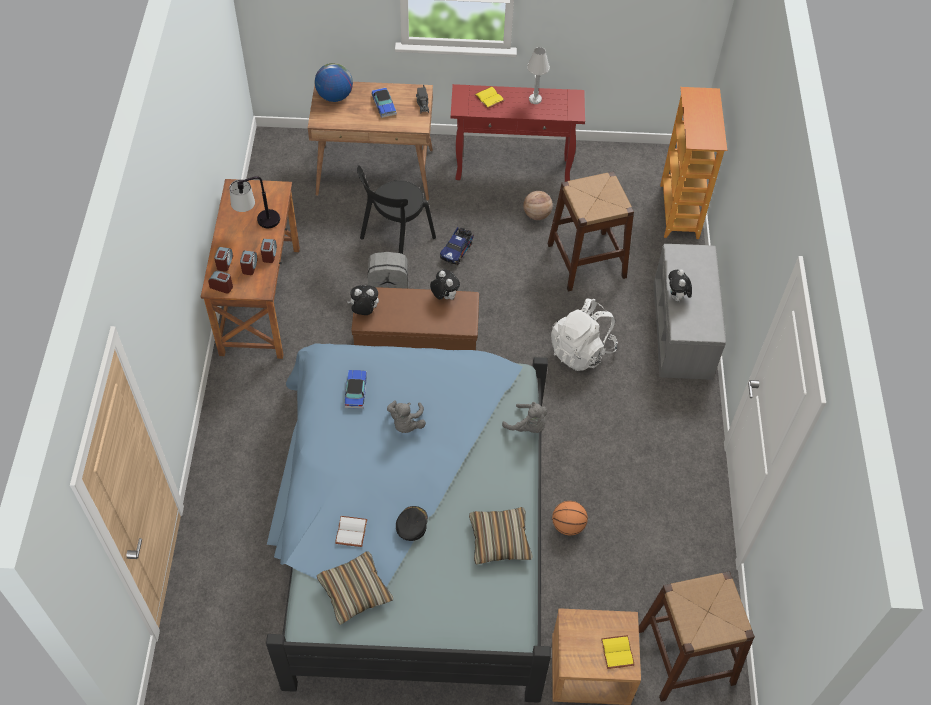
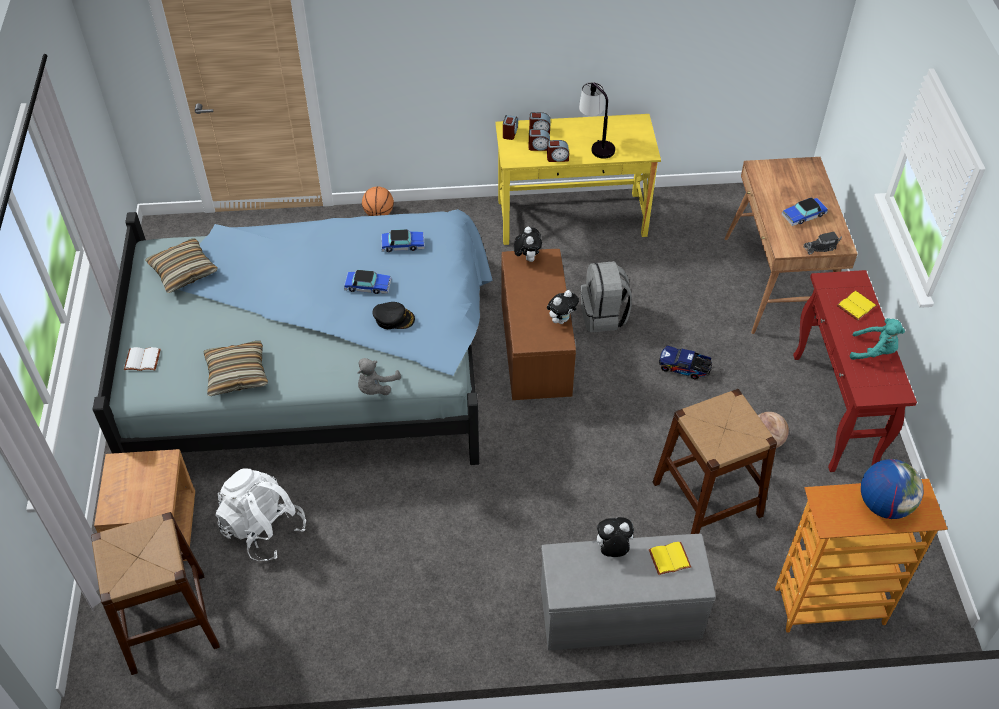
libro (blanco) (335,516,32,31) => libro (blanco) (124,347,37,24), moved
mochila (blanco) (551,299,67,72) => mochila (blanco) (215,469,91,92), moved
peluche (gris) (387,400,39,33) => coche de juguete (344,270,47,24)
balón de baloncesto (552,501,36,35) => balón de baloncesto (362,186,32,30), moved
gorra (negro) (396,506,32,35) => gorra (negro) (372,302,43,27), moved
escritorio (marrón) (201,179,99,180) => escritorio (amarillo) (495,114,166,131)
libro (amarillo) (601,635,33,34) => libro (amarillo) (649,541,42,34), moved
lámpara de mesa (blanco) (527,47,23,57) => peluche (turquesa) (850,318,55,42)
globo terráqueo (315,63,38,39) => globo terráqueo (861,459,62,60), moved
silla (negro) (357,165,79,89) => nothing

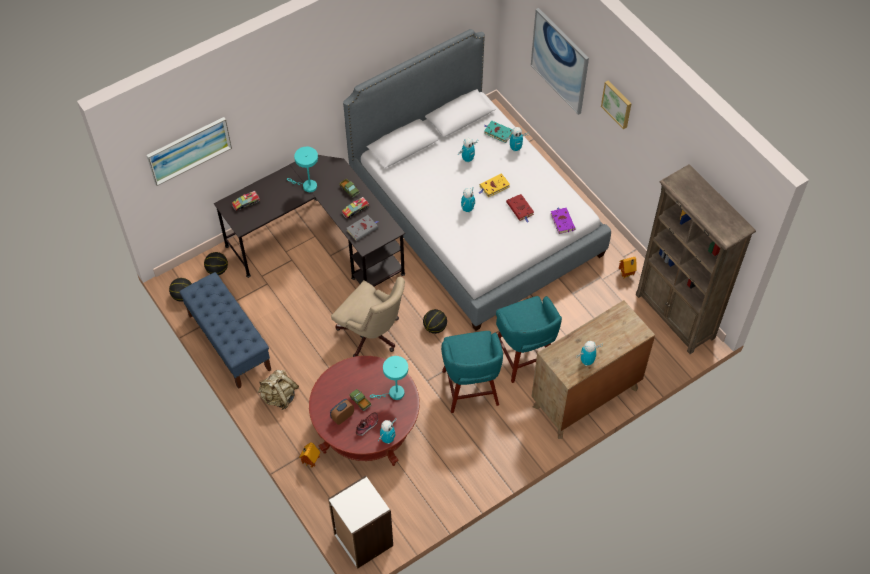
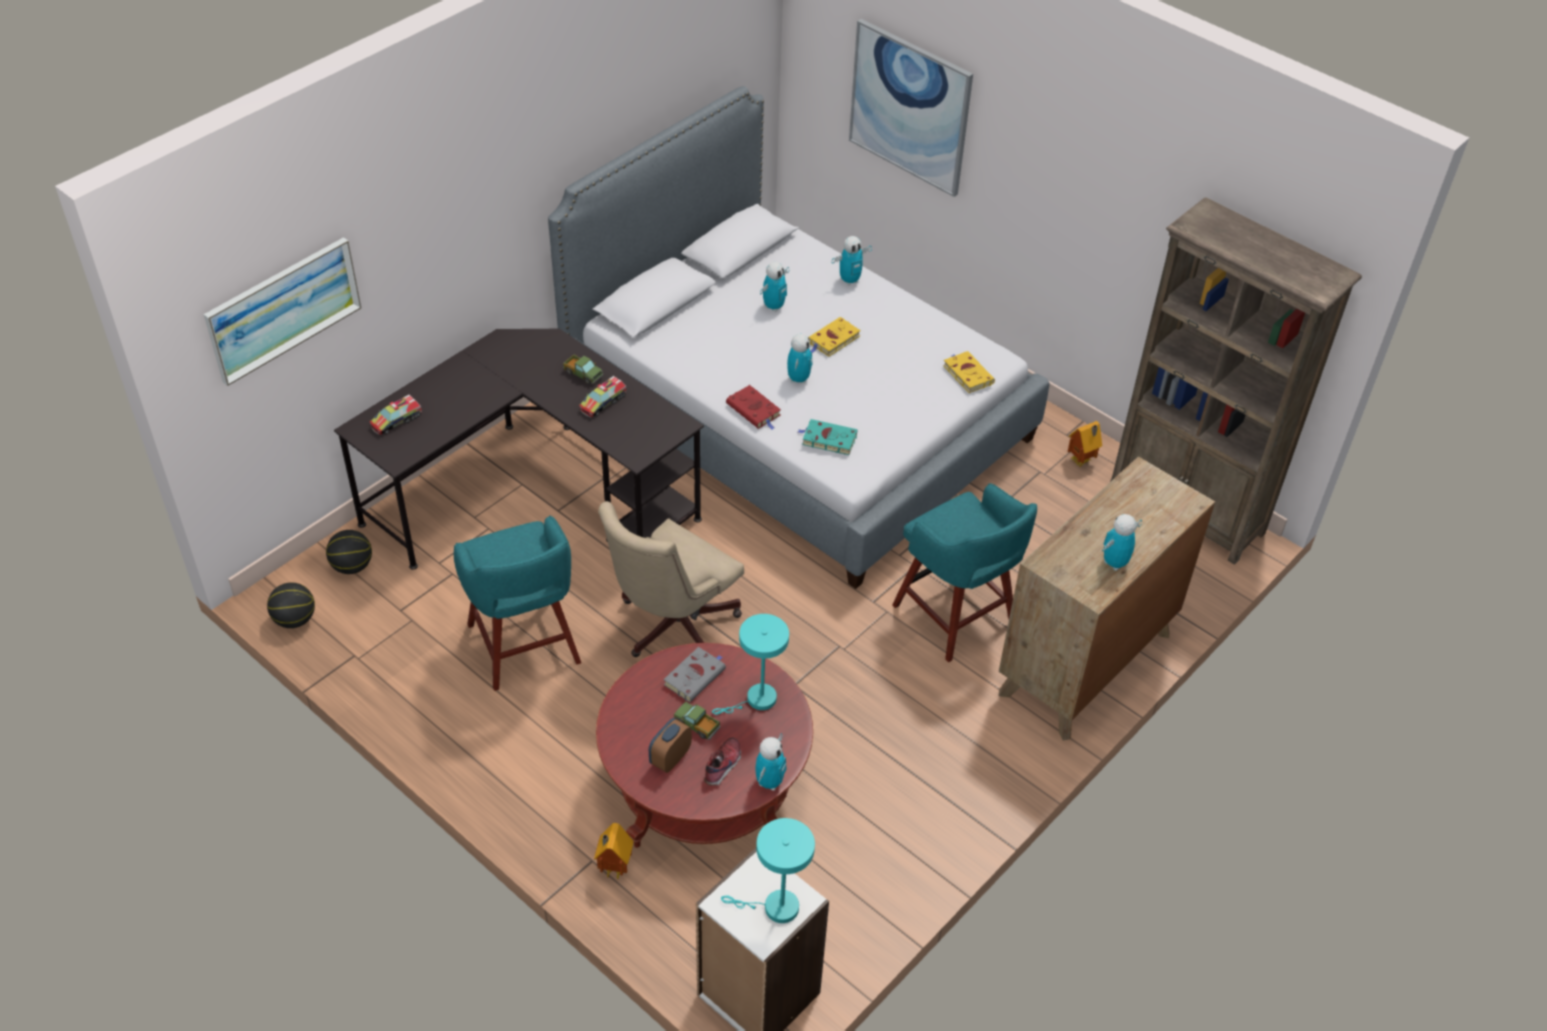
taburete (turquesa) (441,331,62,82) => taburete (turquesa) (454,516,127,175), moved
silla de oficina (beis) (331,277,74,80) => silla de oficina (beis) (598,501,146,156), 105 degrees clockwise
libro (gris) (347,215,31,26) => libro (gris) (664,647,62,55), moved
lámpara de mesa (turquesa) (287,147,31,45) => lámpara de mesa (turquesa) (721,818,94,105), moved
libro (rojo) (506,194,28,29) => libro (rojo) (726,385,55,45), moved
libro (turquesa) (484,121,29,22) => libro (turquesa) (798,419,59,36), moved
libro (morado) (551,208,24,26) => libro (amarillo) (943,351,52,42)
banco (azul) (179,272,92,117) => nothing
mochila (beis) (258,370,41,40) => nothing
balón de baloncesto (423,309,24,25) => nothing
cuadro (601,80,31,49) => nothing

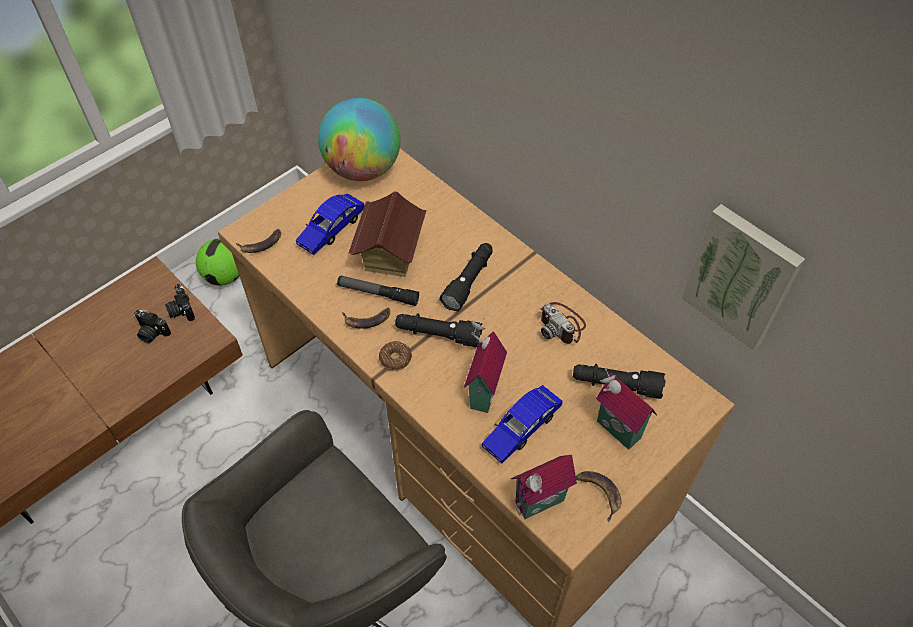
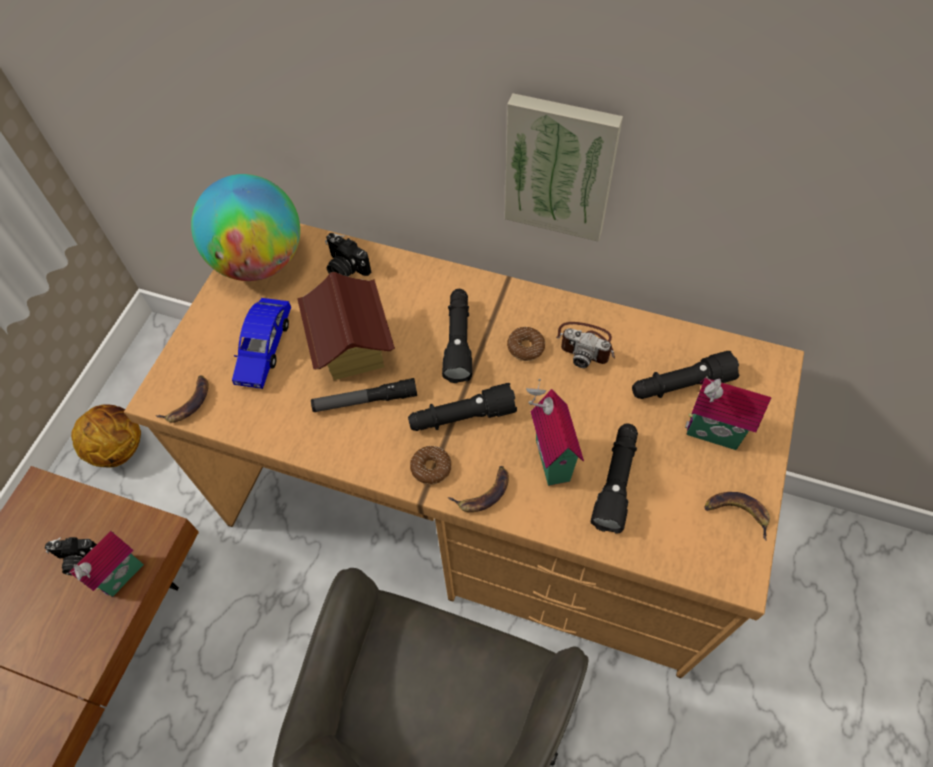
casita (511,455,66,64) => casita (67,531,77,66), moved
balón de fútbol (196,239,43,47) => balón de baloncesto (71,404,70,64)
cámara (165,284,30,37) => cámara (325,233,46,44), moved
plátano (342,308,48,21) => plátano (448,466,61,46), moved
cuadro (682,204,123,146) => cuadro (505,93,118,149), moved
nothing => rosquilla (507,327,38,34)
coche de juguete (azul) (482,385,81,79) => linterna (negro) (591,423,47,111)

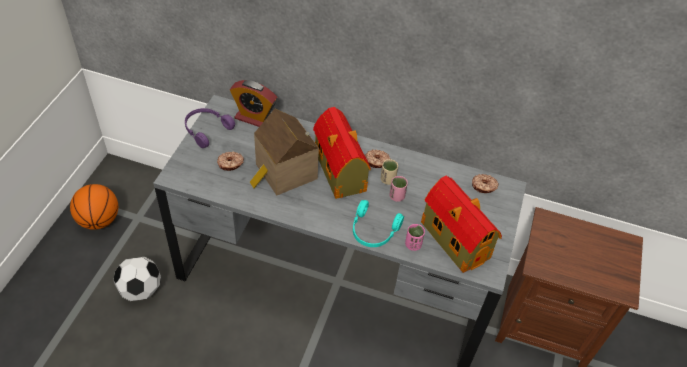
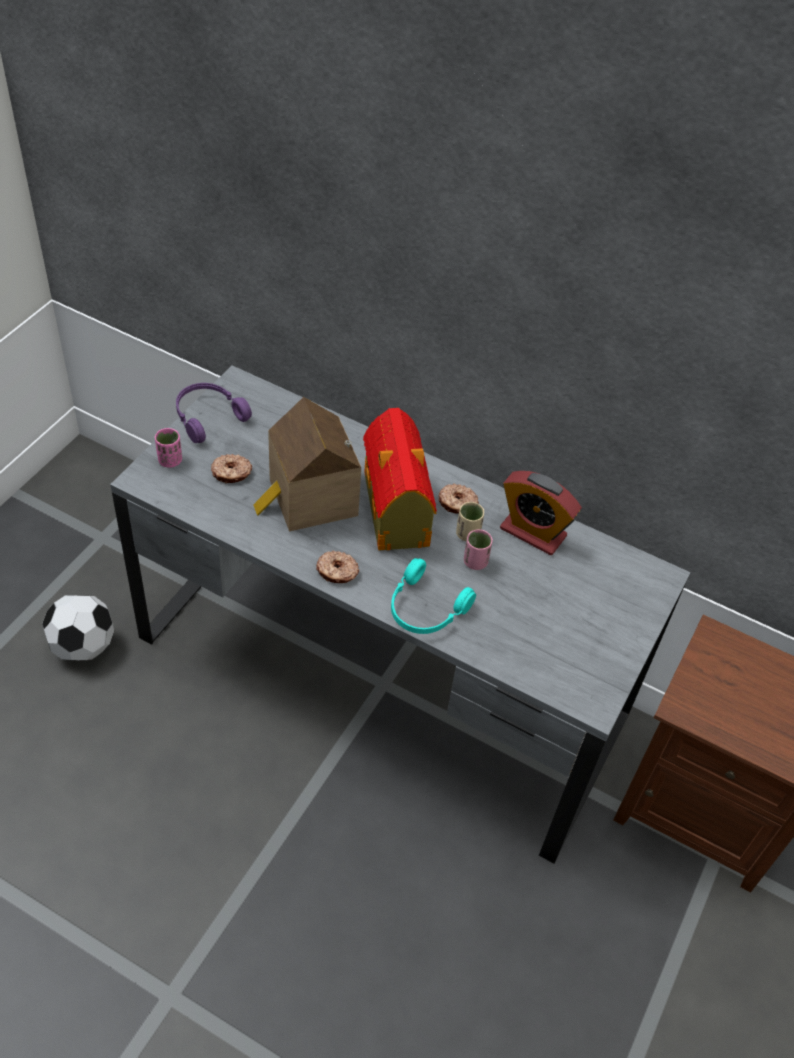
taza (rosa) (405,224,20,27) => taza (rosa) (155,428,27,40), moved
rosquilla (472,174,27,19) => rosquilla (316,550,43,33), moved
despertador (230,80,47,47) => despertador (500,471,82,84), moved
balón de baloncesto (70,184,48,46) => nothing
casita (421,175,81,98) => nothing

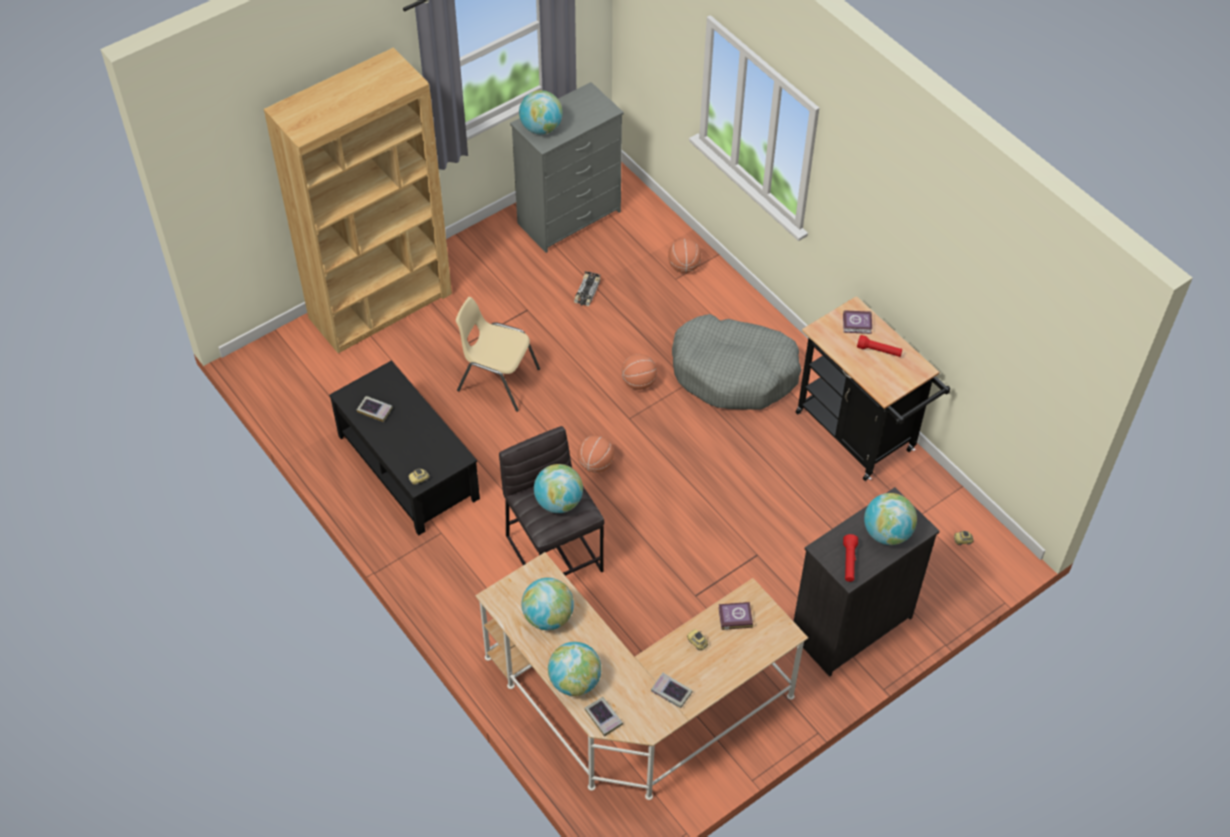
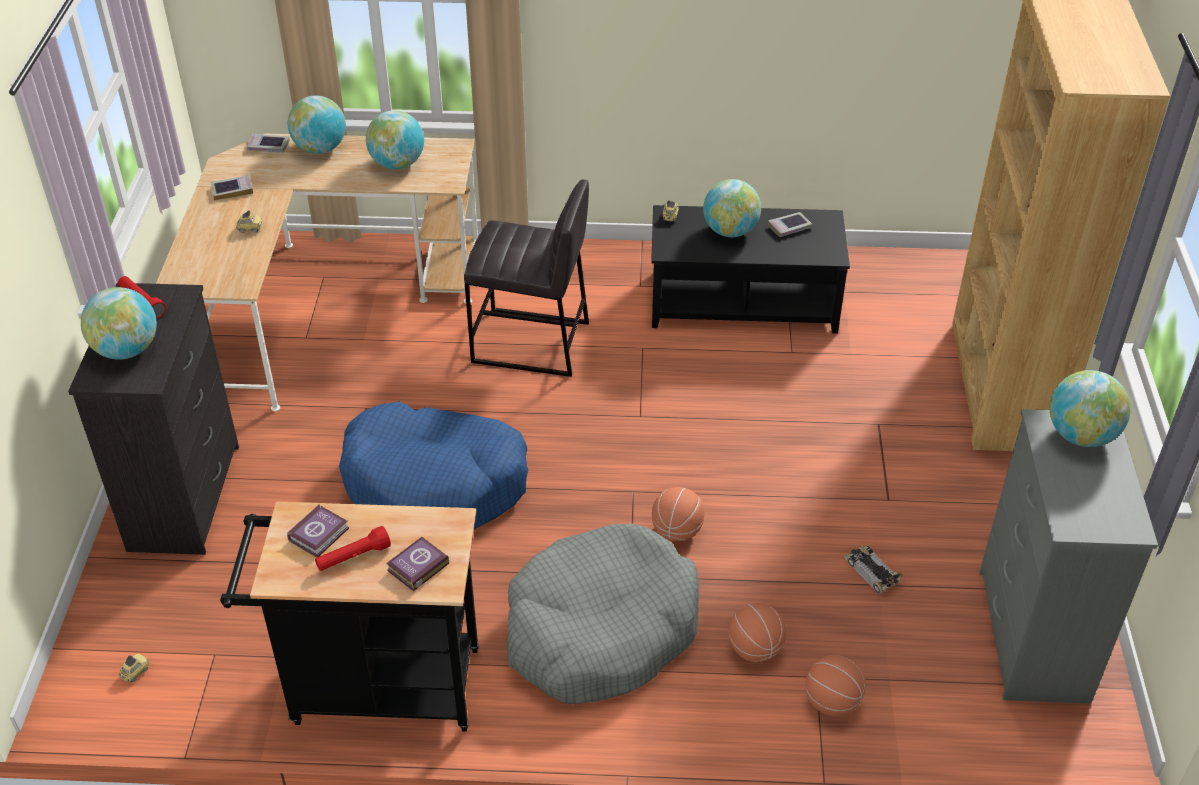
libro (718,602,35,28) => libro (287,504,62,54), moved
nothing => cama para perro (azul) (339,402,189,127)
globo terráqueo (534,464,49,49) => globo terráqueo (703,179,58,58), moved
balón de baloncesto (578,435,36,38) => balón de baloncesto (728,603,58,59), moved
silla (beis) (456,297,84,115) => nothing

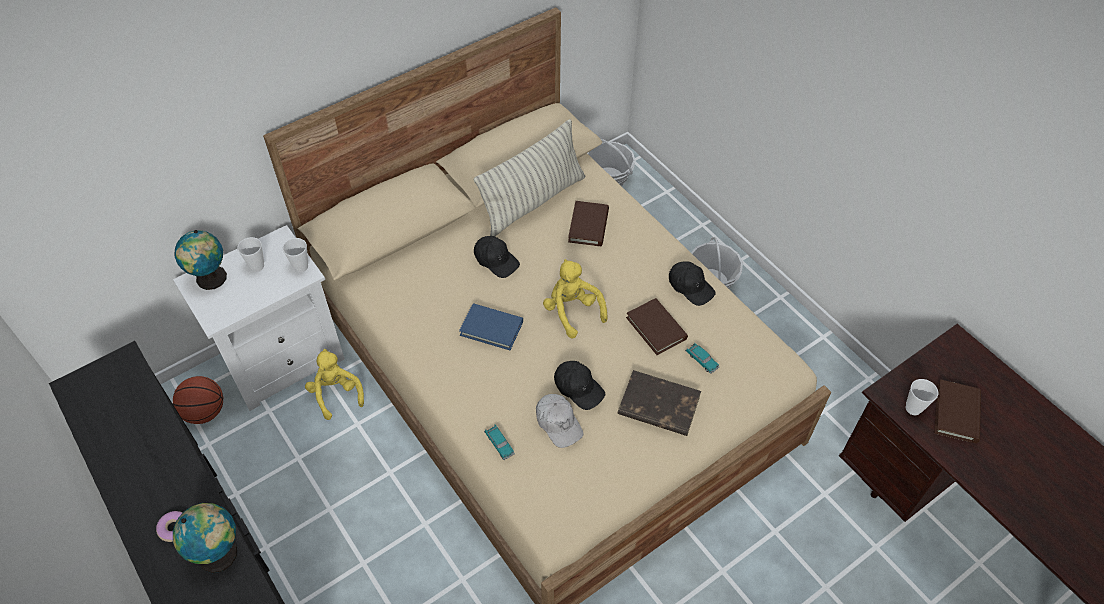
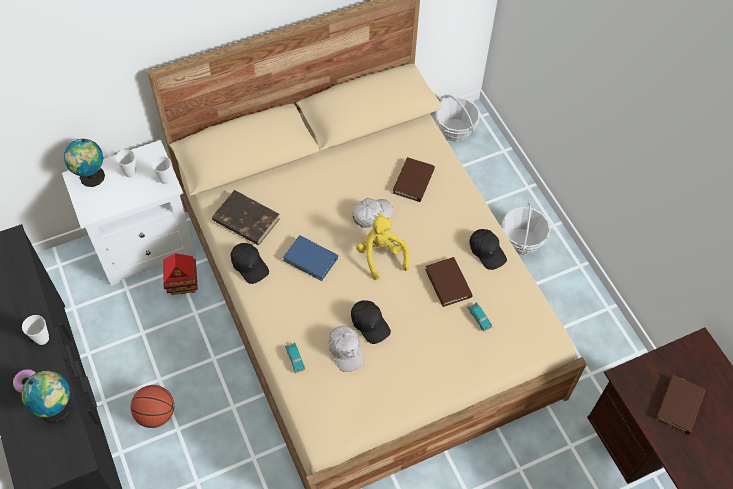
taza (906,379,32,36) => taza (22,315,27,30), moved
balón de baloncesto (173,376,50,48) => balón de baloncesto (131,385,43,43), moved
peluche (amarillo) (305,349,59,71) => casita (163,254,35,41)
libro (marrón) (618,370,83,66) => libro (marrón) (212,190,68,55), moved
gorra (negro) (474,236,46,42) => gorra (negro) (231,243,38,41), moved
nothing => gorra (blanco) (352,198,41,30)
cojín (474,119,111,117) => nothing

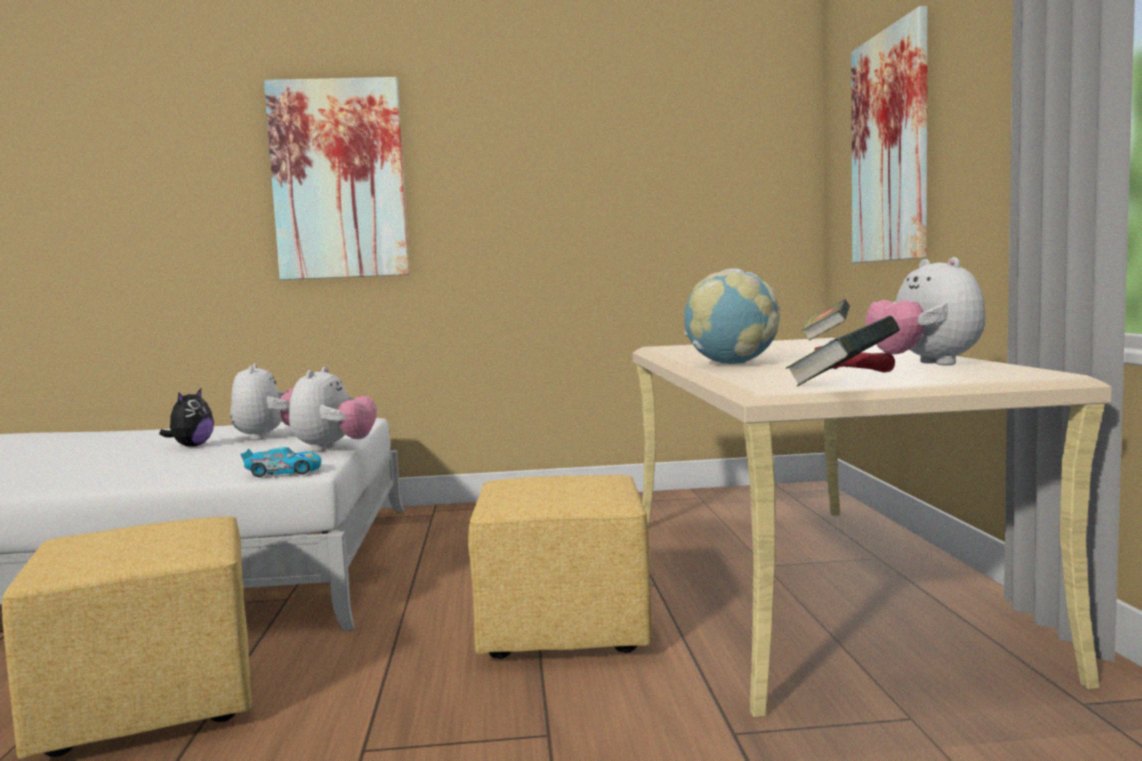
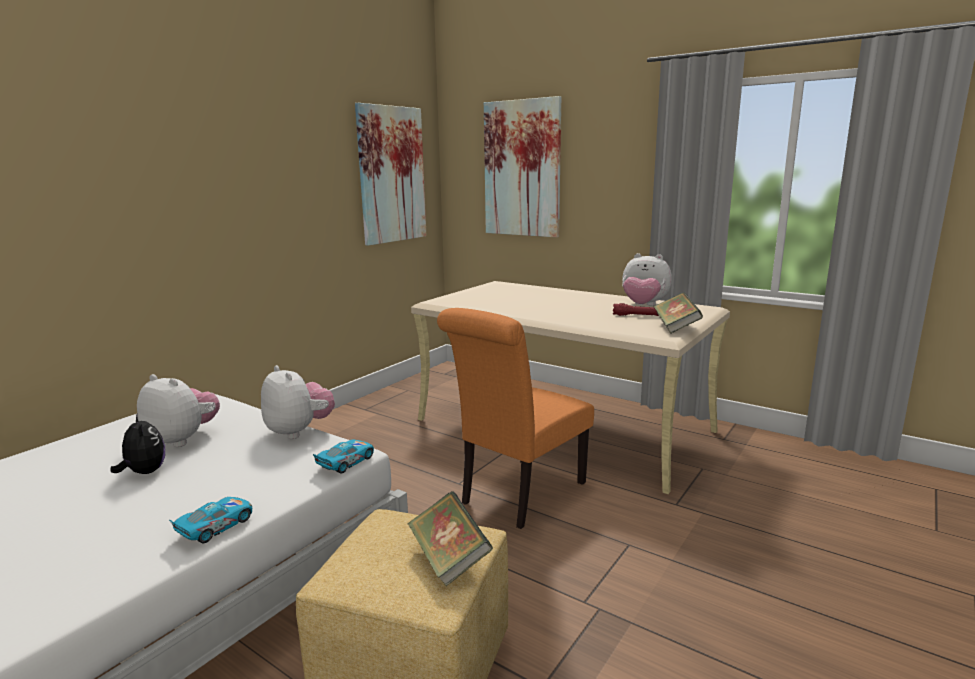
nothing => coche de juguete (169,497,83,46)
cuadro (264,77,146,203) => cuadro (355,103,72,143), moved
libro (802,299,48,42) => libro (408,491,85,95), moved
puf (amarillo) (468,475,184,184) => silla (naranja) (437,308,157,221)
globo terráqueo (684,268,96,96) => nothing

